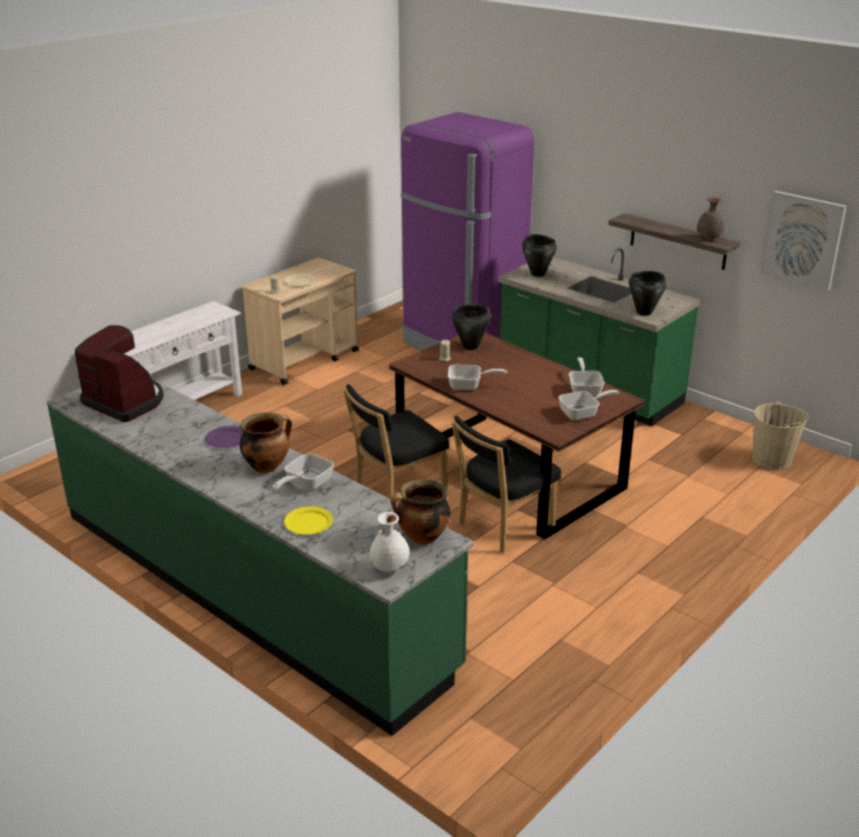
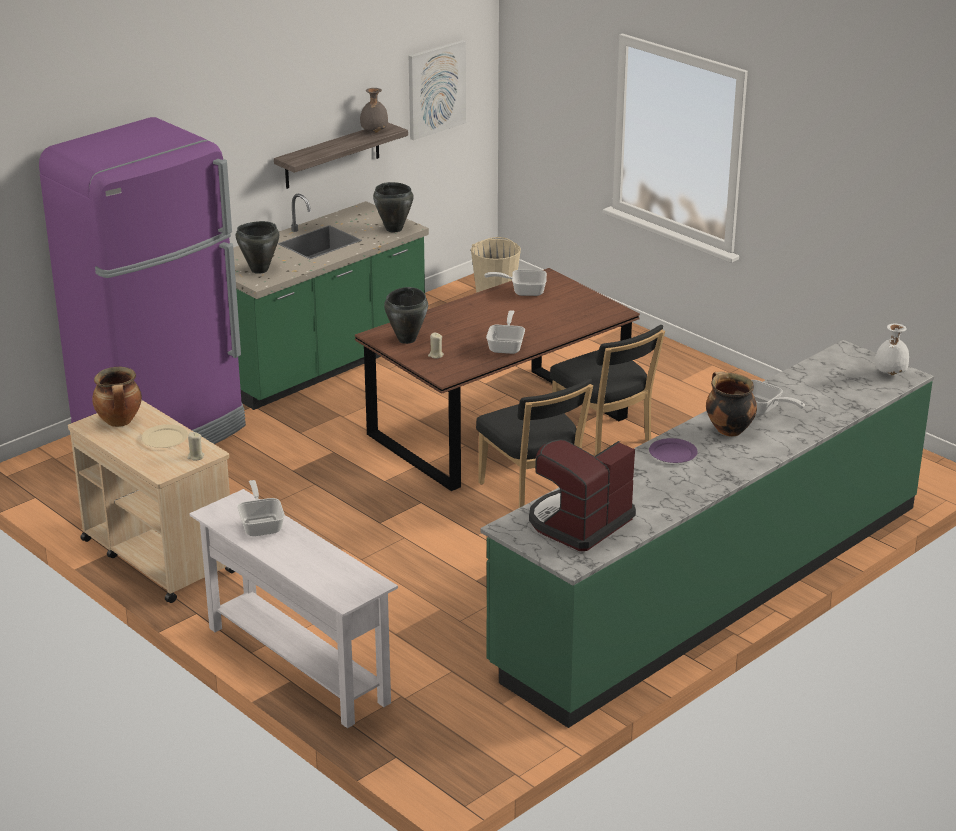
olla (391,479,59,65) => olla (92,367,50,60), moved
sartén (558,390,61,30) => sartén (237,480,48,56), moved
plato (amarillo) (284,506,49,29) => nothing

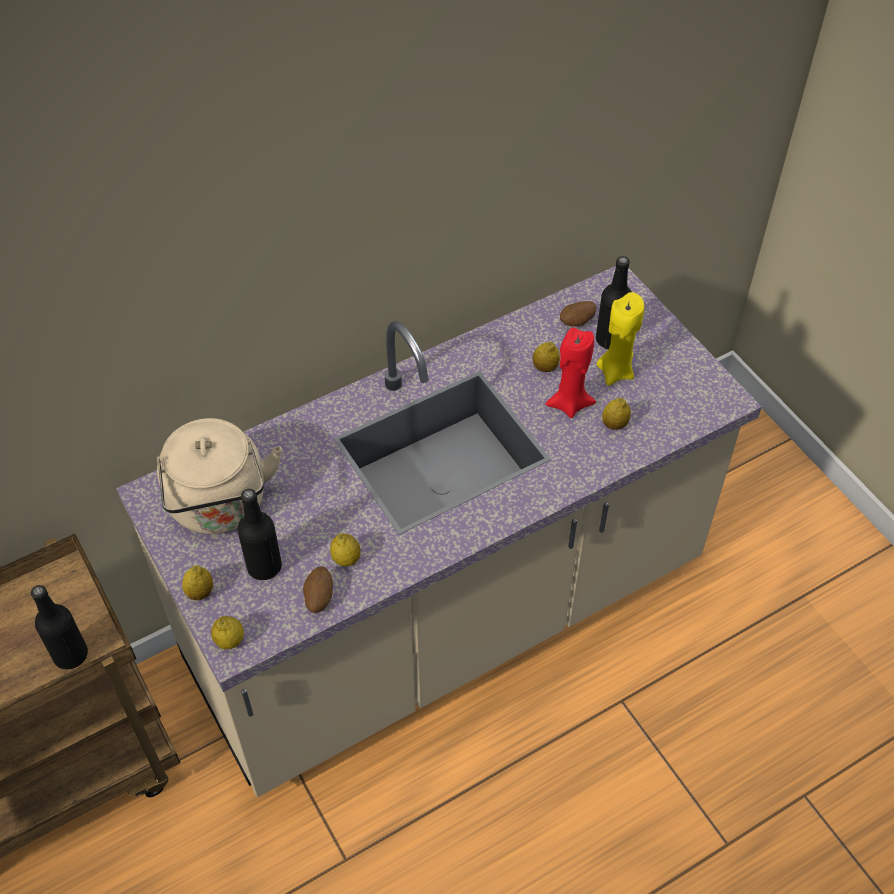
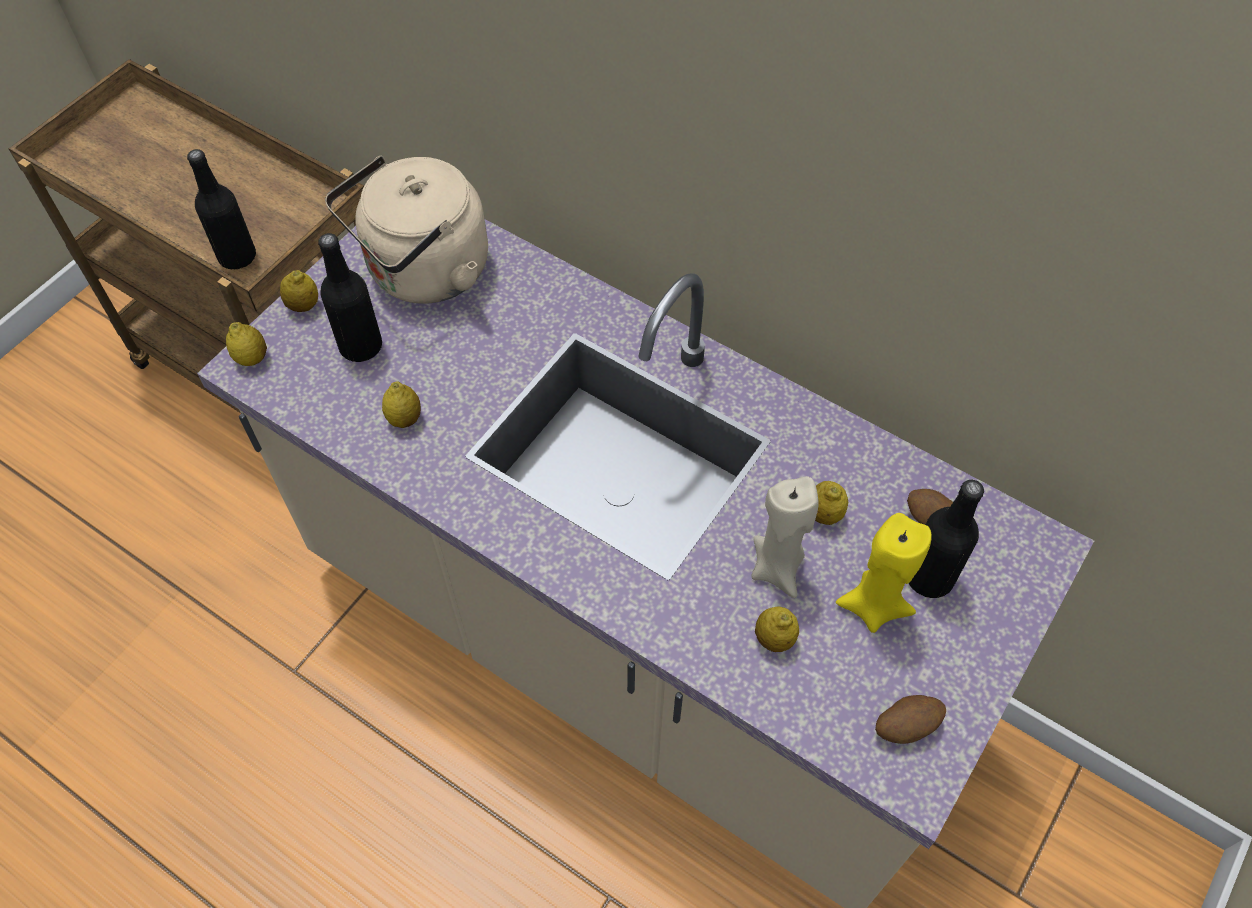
vela (rojo) (545,328,51,90) => vela (beis) (751,476,67,122)
patata (303,566,30,47) => patata (875,695,71,49), moved

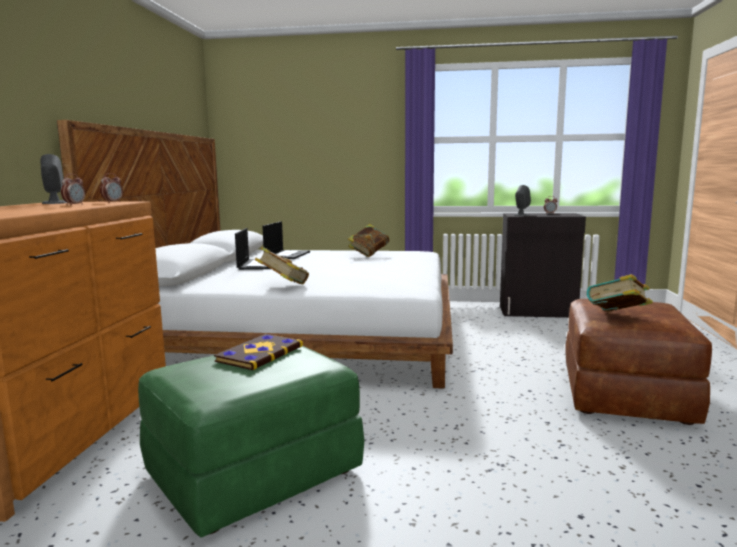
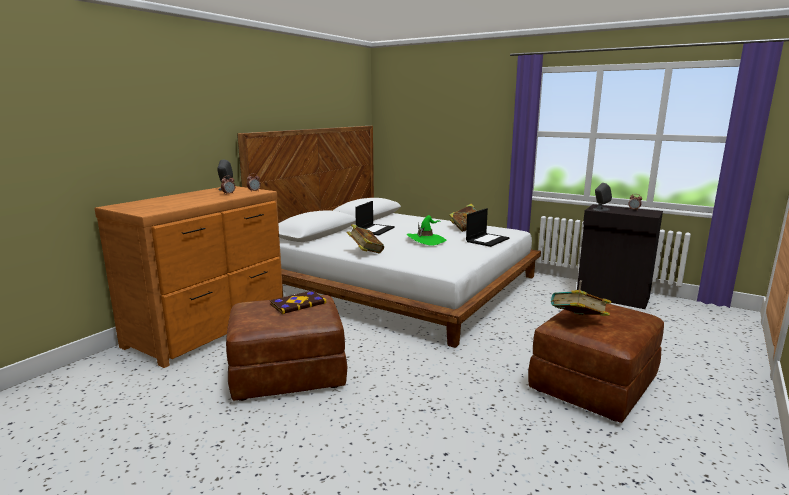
puf (verde) (138,346,226,191) => puf (marrón) (226,295,121,106)
nothing => sombrero (verde) (407,215,40,31)
portátil (262,221,48,38) => portátil (466,208,44,39), moved

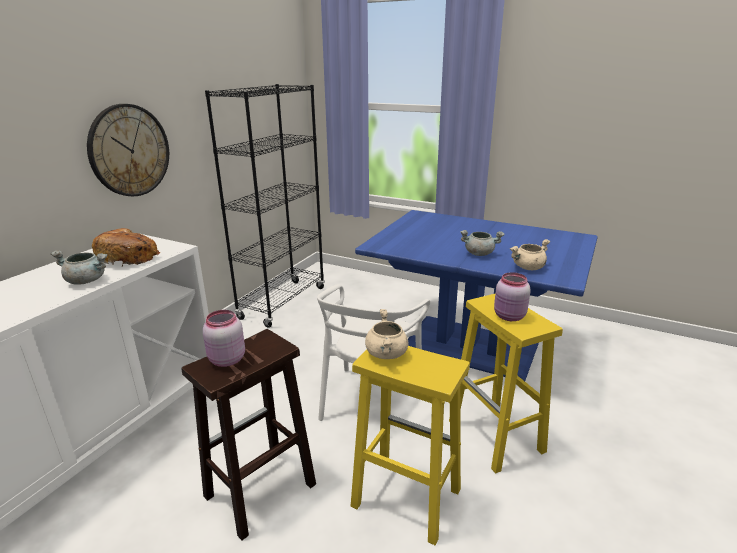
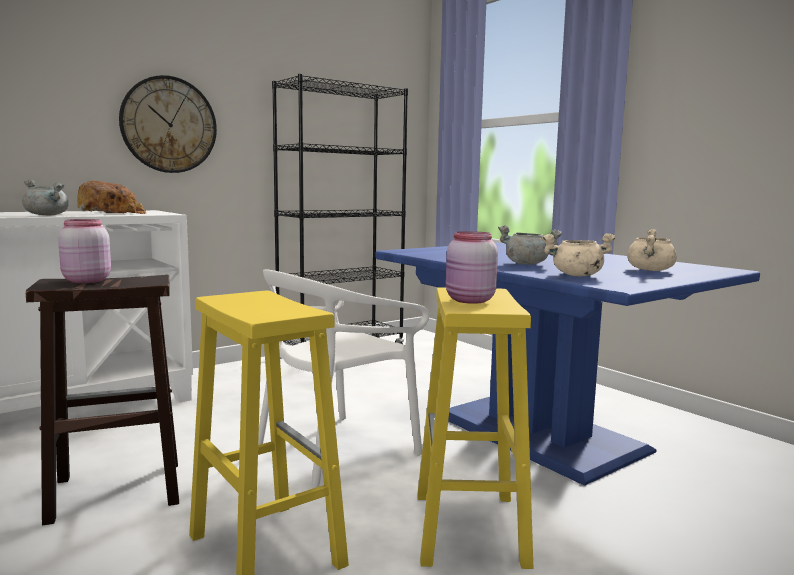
olla (beis) (365,309,43,50) => olla (beis) (627,229,50,42), moved

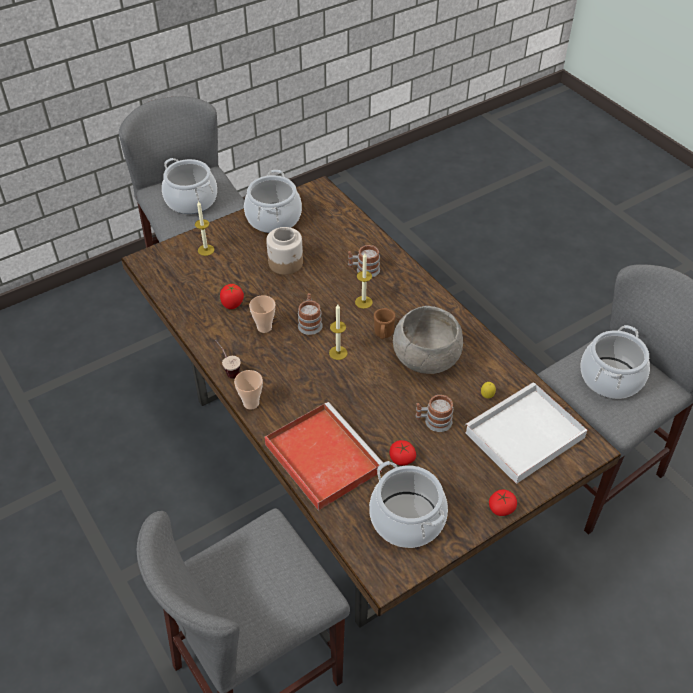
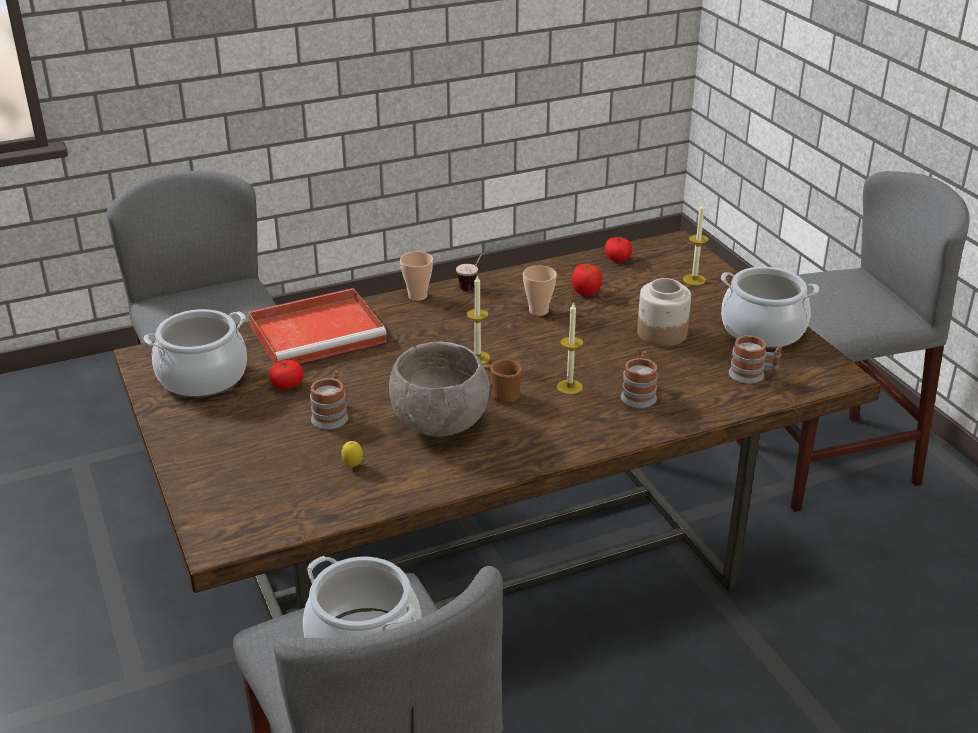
tomate (489,490,28,26) => tomate (605,237,27,25), moved
taza grande (298,293,25,42) => taza grande (729,335,53,49), moved
olla (162,158,55,56) => nothing
bandeja (blanco) (465,382,122,102) => nothing

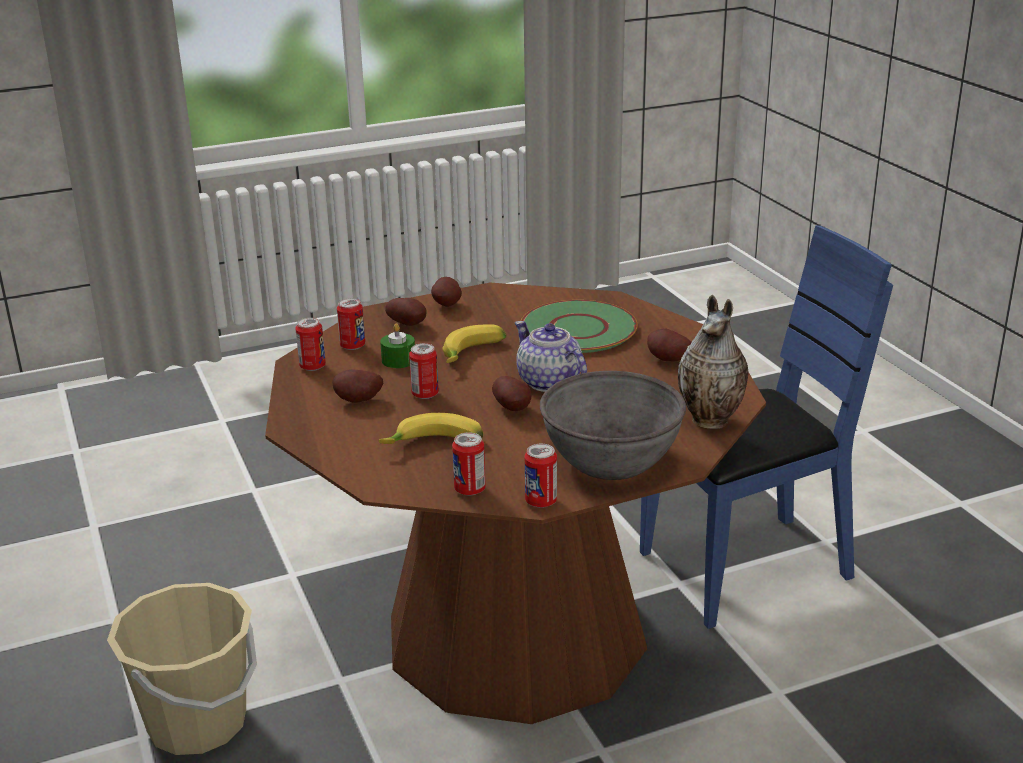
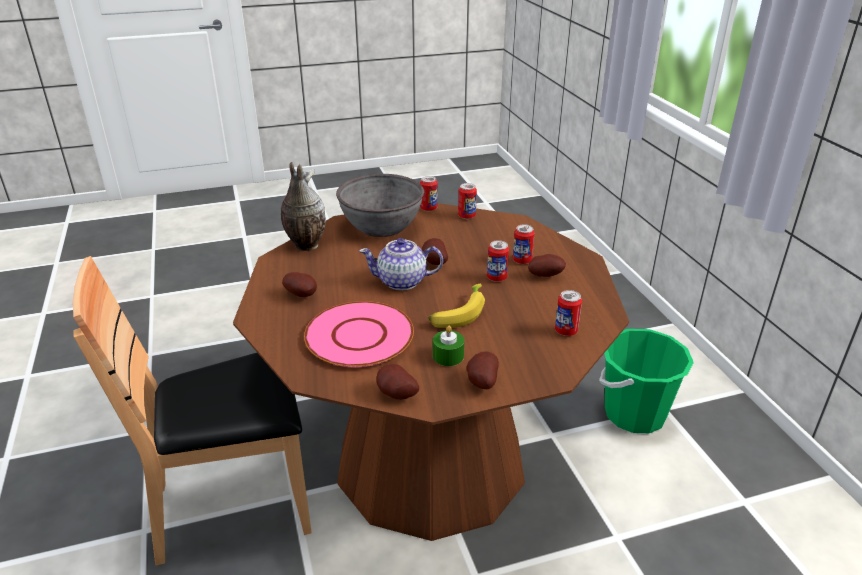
silla (azul) (640,225,253,404) => silla (marrón) (73,256,239,309)
plato (verde) (521,300,117,53) => plato (rosa) (304,301,110,66)
tetera (515,321,72,71) => tetera (359,238,84,52), 120 degrees clockwise
patata (385,298,42,28) => patata (376,364,43,36), moved
vela (verde) (380,323,35,45) => vela (verde) (433,326,31,40), moved
lata (295,318,31,53) => lata (513,224,22,40), moved
cubo (beis) (107,583,150,172) => cubo (verde) (599,329,95,104)
plátano (378,413,105,31) => nothing

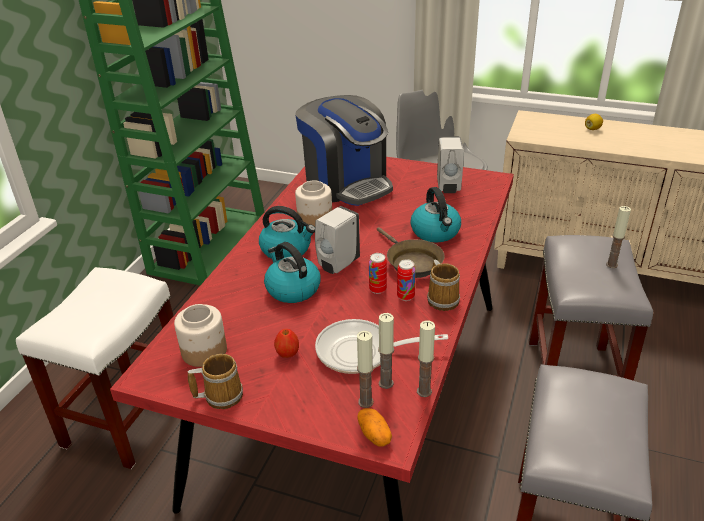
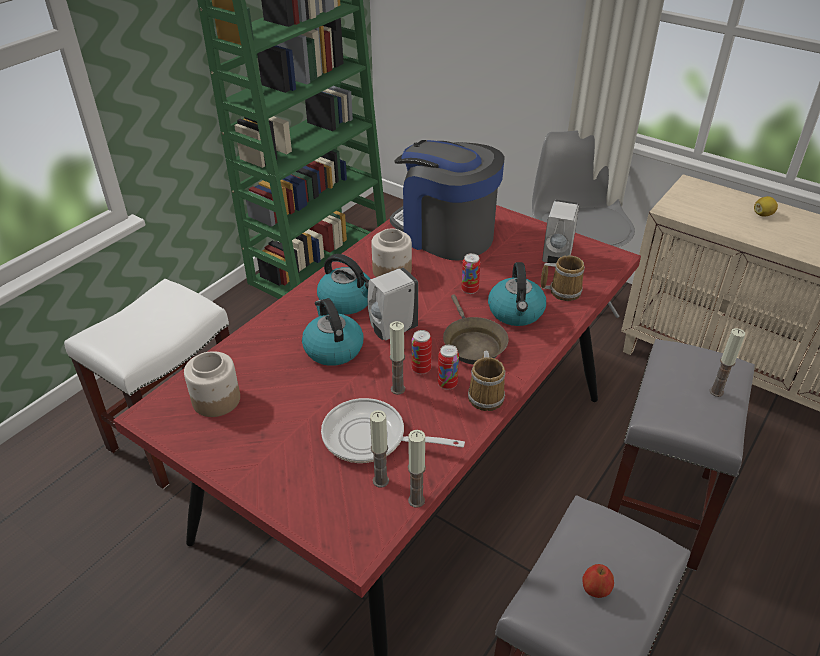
cafetera (296,95,97,111) => cafetera (390,140,115,121), 150 degrees clockwise
vela (357,331,17,77) => vela (390,321,15,74), moved
nothing => lata (461,253,20,41)
taza grande (188,354,55,55) => taza grande (541,255,44,46), moved
manzana (274,329,25,29) => manzana (582,564,32,34), moved
patata (357,408,35,38) => nothing

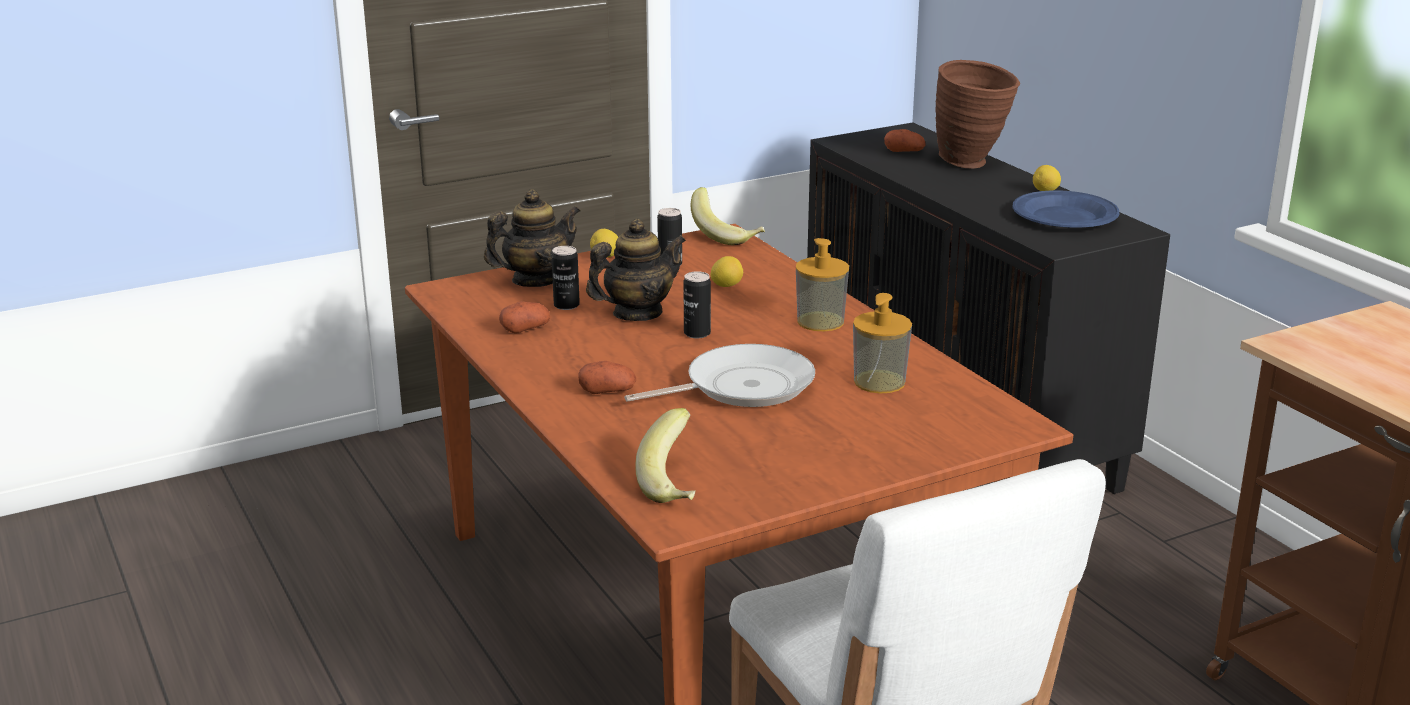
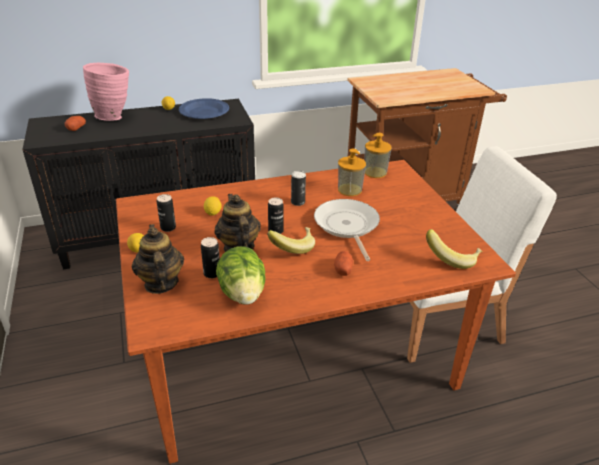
florero (marrón) (935,60,85,109) => florero (rosa) (83,63,46,58)
patata (499,301,51,33) => lechuga (216,246,49,59)
plátano (691,187,74,58) => plátano (267,227,48,27), moved
nothing => lata (291,171,15,35)
dispensador de jabón (796,238,53,93) => dispensador de jabón (364,133,28,45), moved

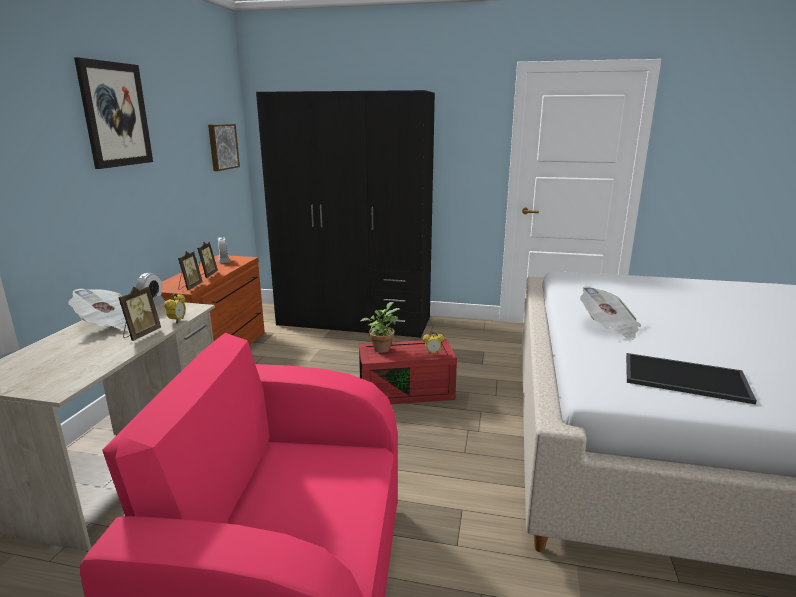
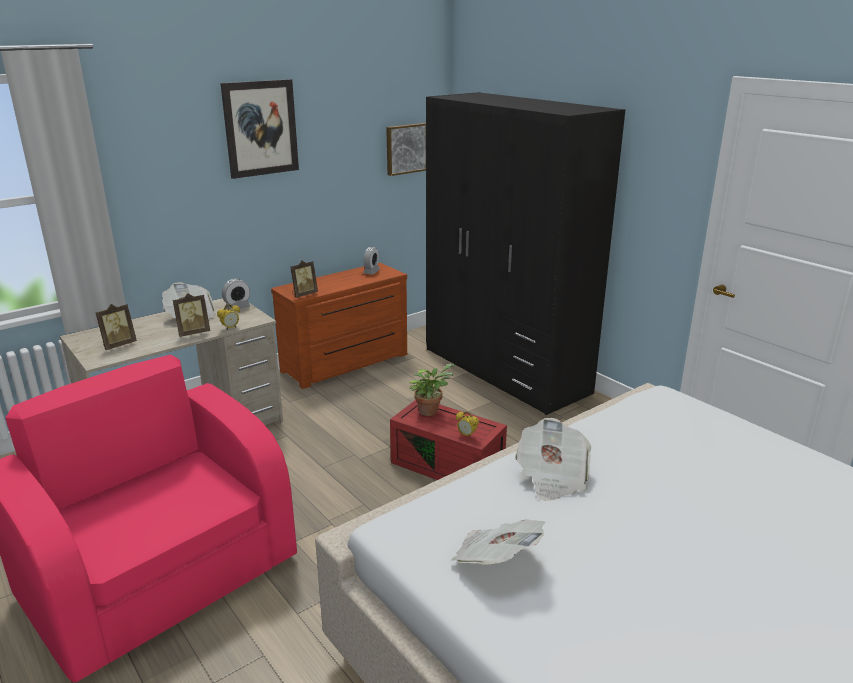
portarretratos (197,241,21,37) => portarretratos (95,304,42,46), moved
bandeja (626,353,131,52) => periódico (451,519,94,46)

